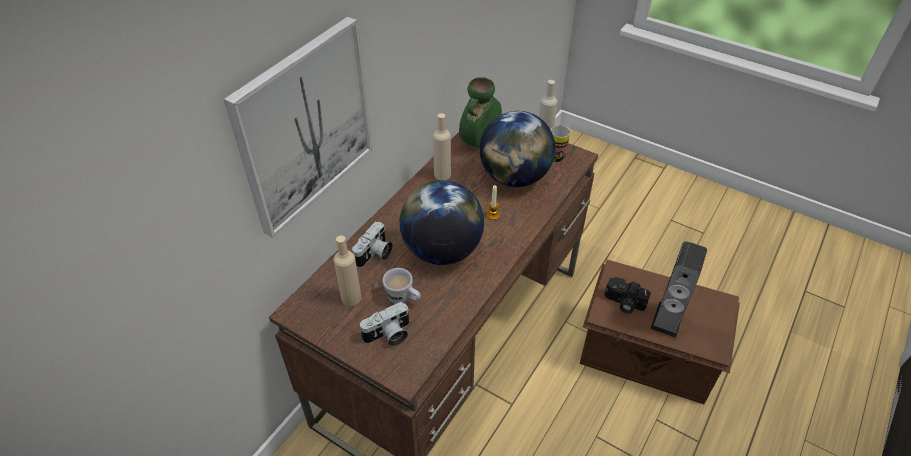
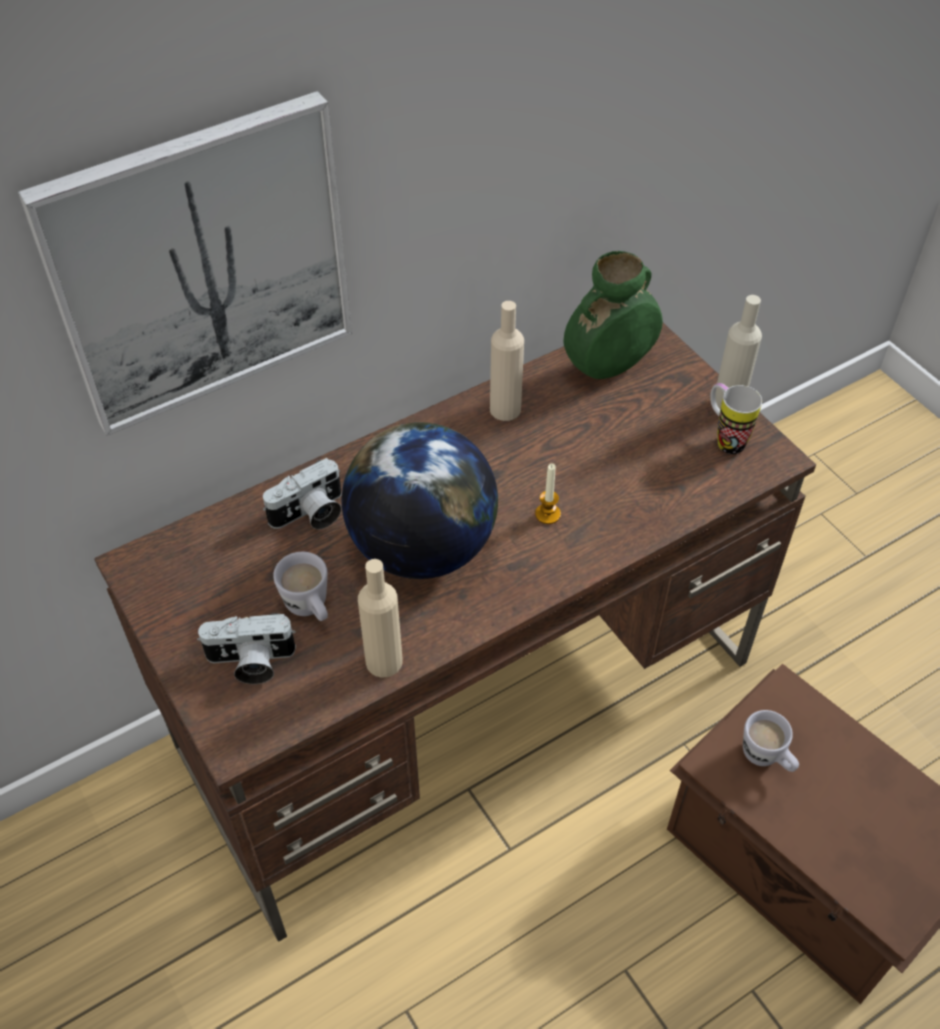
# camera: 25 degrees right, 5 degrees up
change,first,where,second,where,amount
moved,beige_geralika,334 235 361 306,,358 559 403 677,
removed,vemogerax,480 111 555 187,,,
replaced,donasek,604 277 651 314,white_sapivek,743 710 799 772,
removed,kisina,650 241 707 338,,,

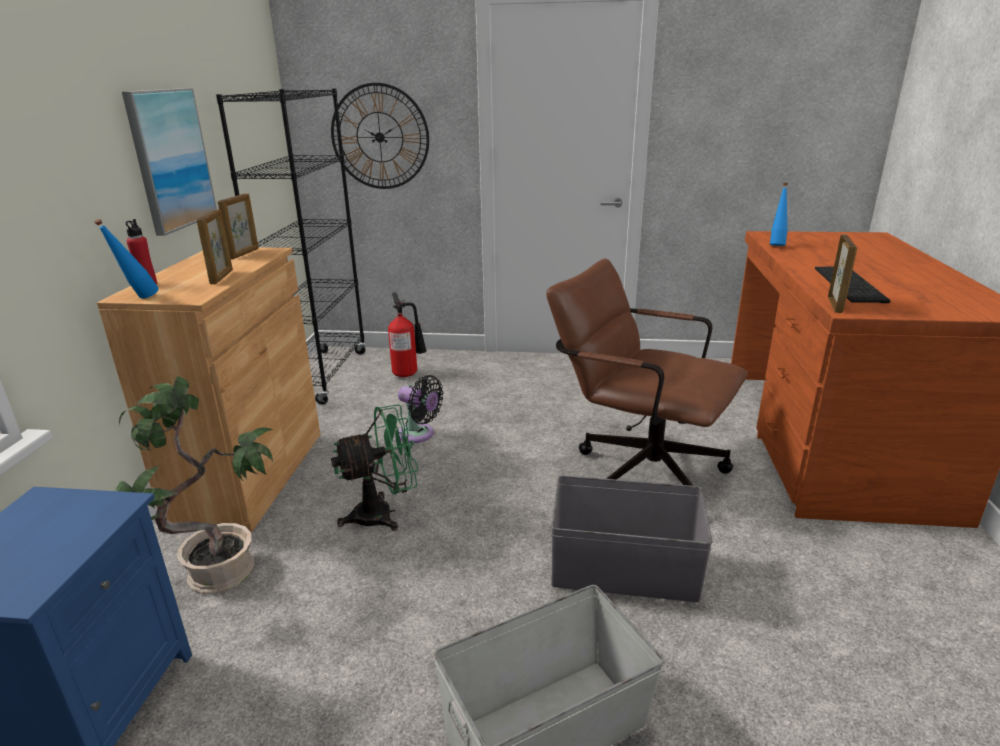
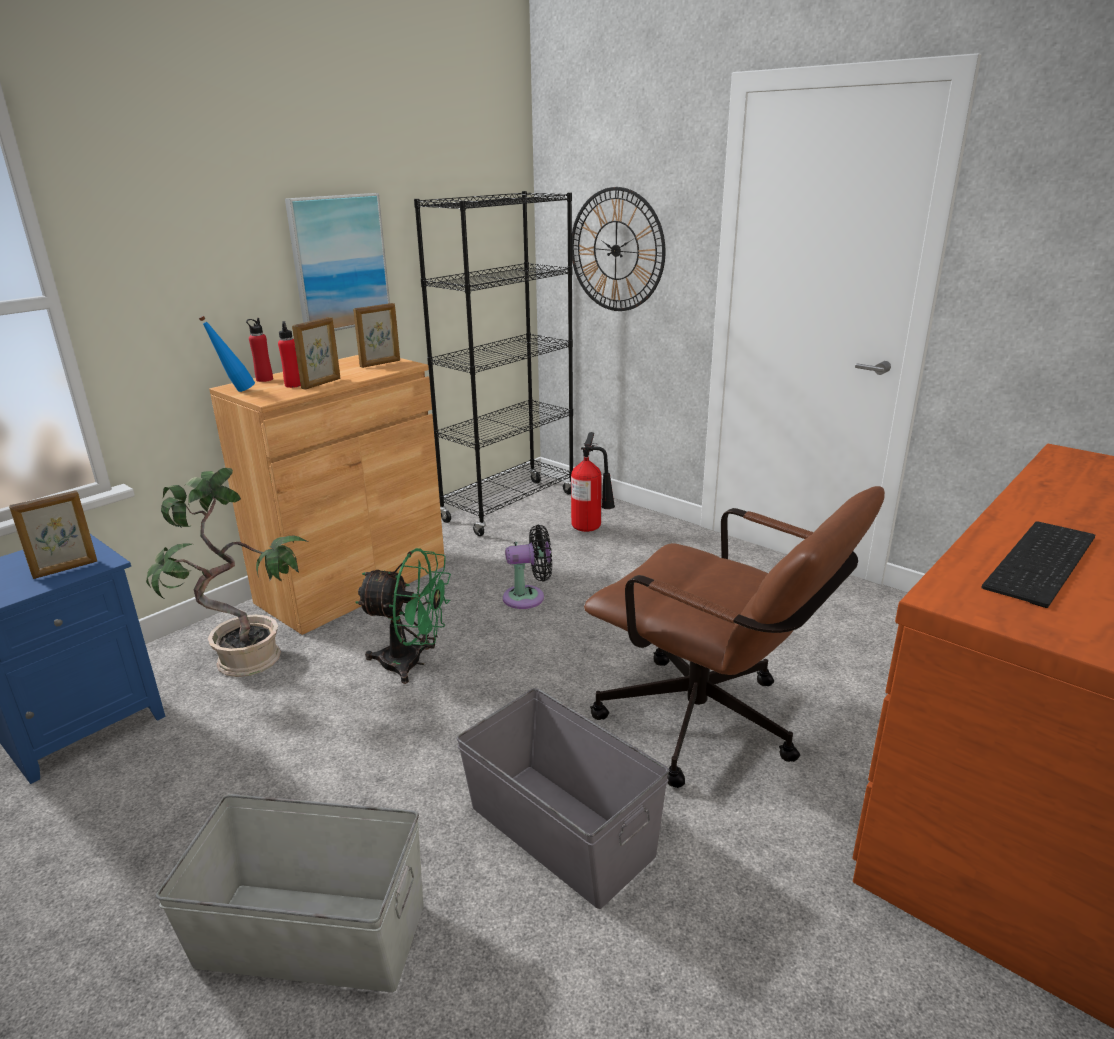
# camera: 35 degrees right, 0 degrees up
change,first,where,second,where,amount
turned,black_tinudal,398 375 443 443,,503 525 552 609,75 degrees counterclockwise
turned,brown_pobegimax,546 258 748 486,,584 486 885 788,150 degrees clockwise
removed,blue_geralika,770 183 788 246,,,
moved,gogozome,828 234 857 313,,9 490 98 579,
added,,,red_geralika,278 321 301 388,

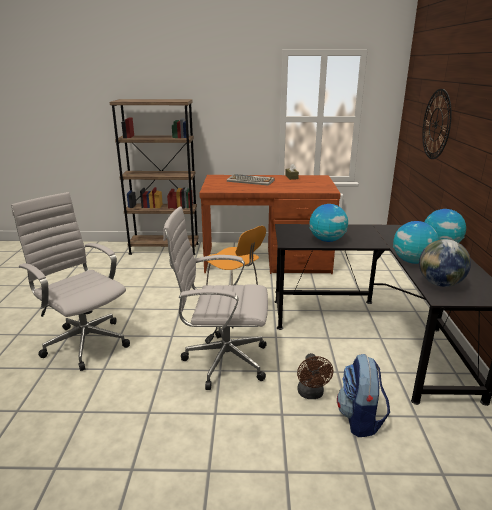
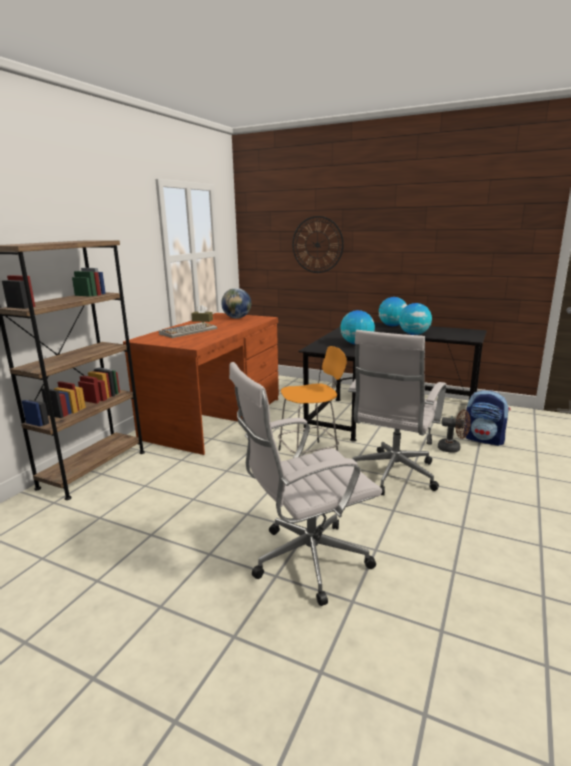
# camera: 65 degrees left, 5 degrees down
change,first,where,second,where,amount
moved,vemogerax,419 239 471 287,,221 288 251 319,

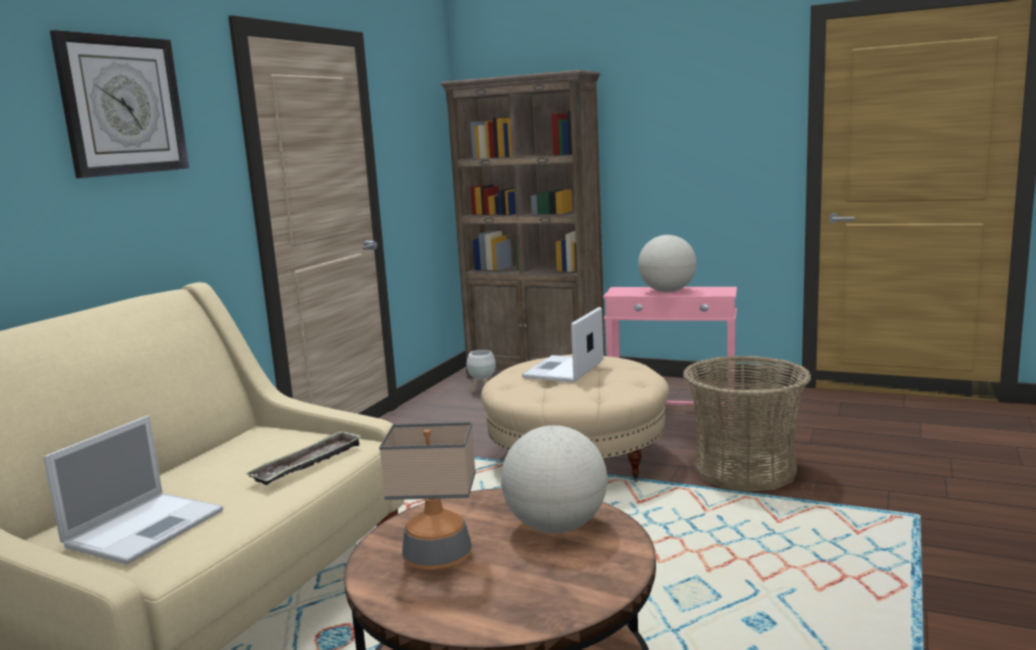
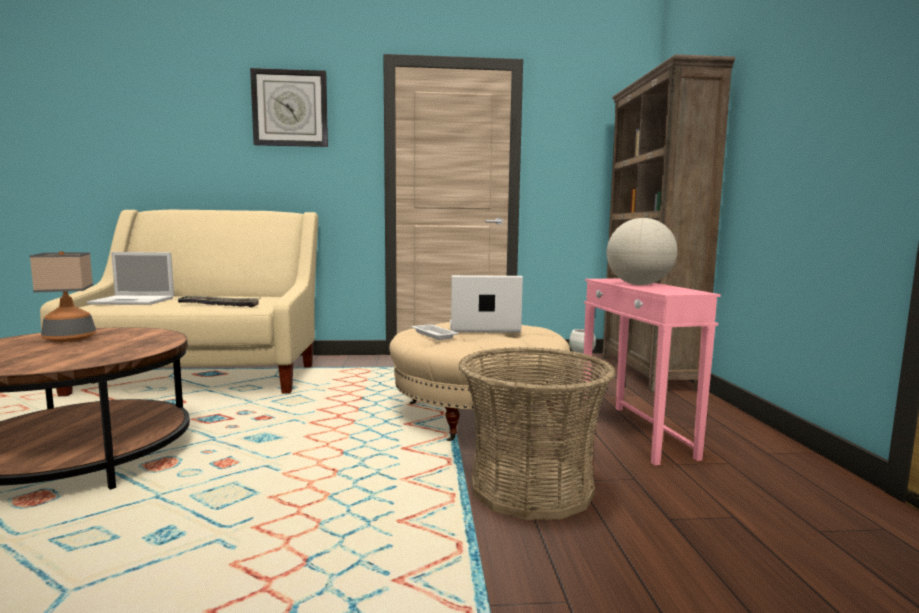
# camera: 60 degrees right, 5 degrees down
change,first,where,second,where,amount
removed,vemogerax,501 425 607 533,,,
added,,,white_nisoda,411 324 458 340,

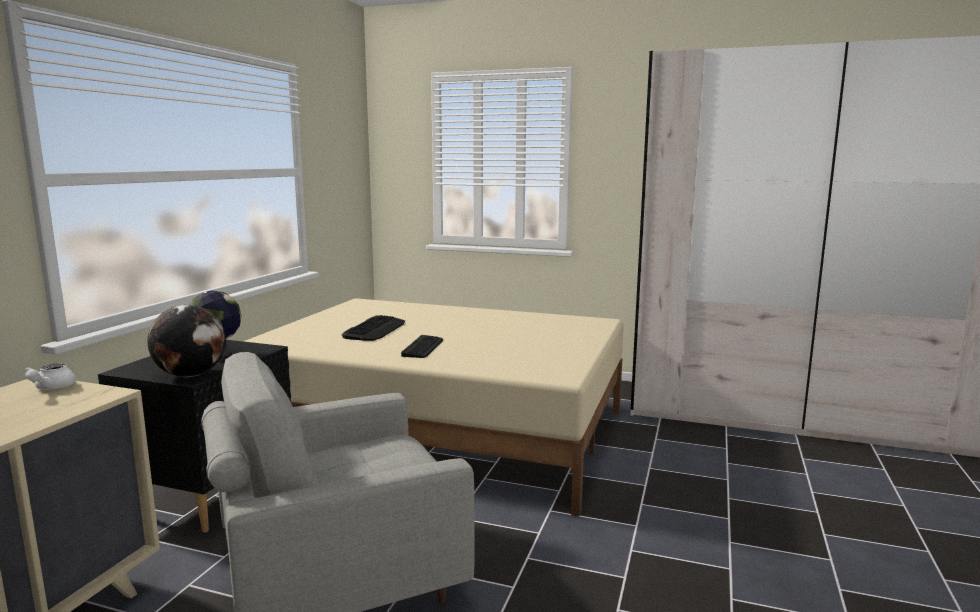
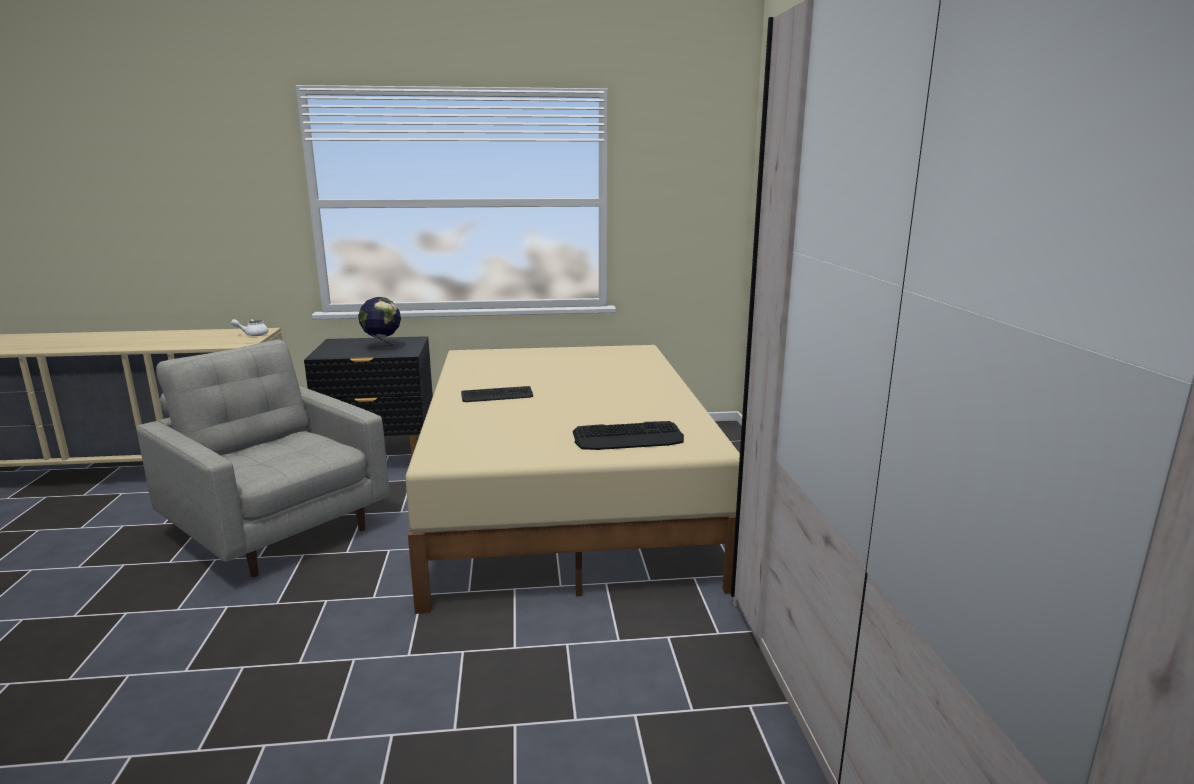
# camera: 65 degrees right, 5 degrees up
change,first,where,second,where,amount
removed,vemogerax,147 305 226 377,,,
moved,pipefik,342 315 405 341,,573 421 684 450,

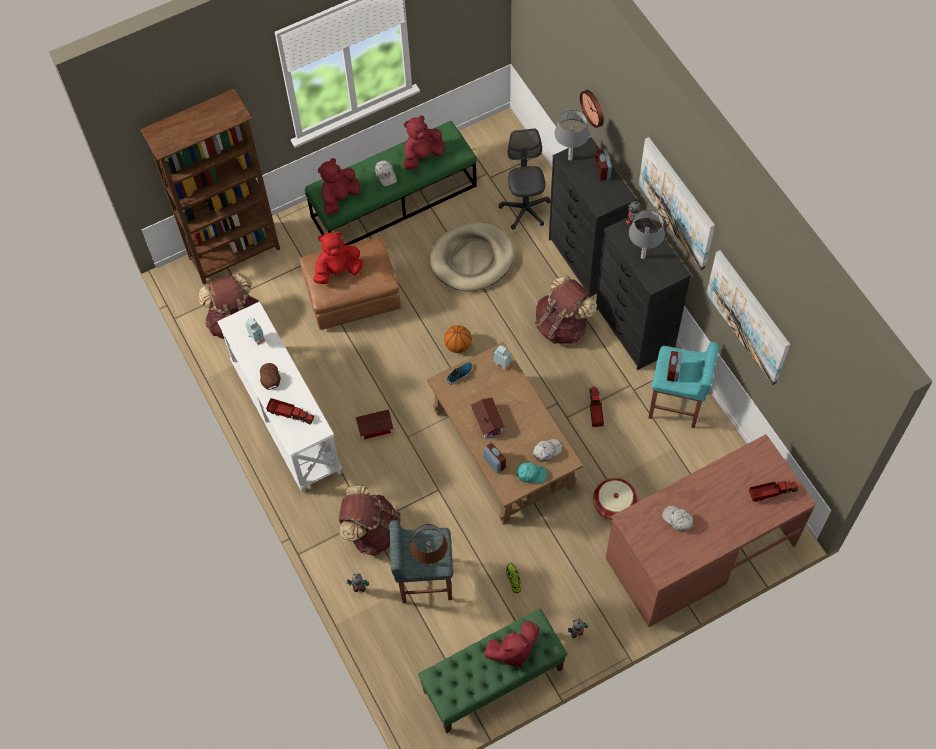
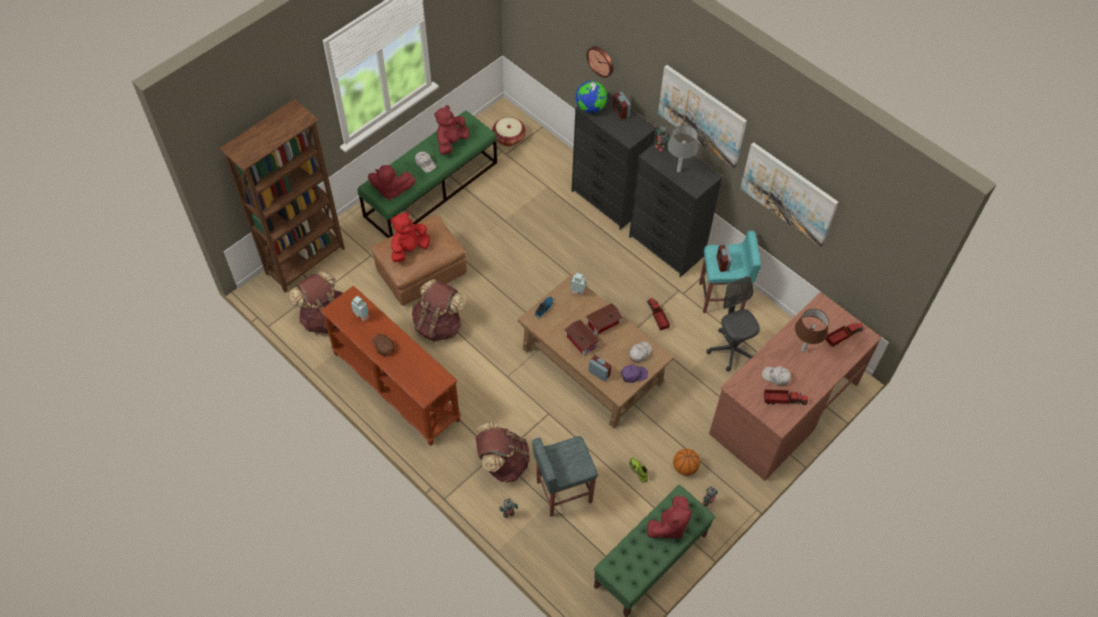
# camera: 20 degrees left, 5 degrees down
change,first,where,second,where,amount
recoloured,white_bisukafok,217 302 342 493,brown_bisukafok,321 285 461 446,
moved,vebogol,266 398 314 424,,764 390 808 405,
turned,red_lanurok,318 158 360 215,,368 165 416 201,105 degrees counterclockwise
moved,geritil,355 409 394 440,,585 303 623 335,
moved,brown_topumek,410 524 448 565,,795 309 829 352,
removed,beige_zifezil,430 222 515 291,,,
moved,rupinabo,444 325 472 353,,673 449 700 476,
moved,grey_pobegimax,499 128 551 230,,706 276 760 372,
recoloured,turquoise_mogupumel,517 462 548 483,purple_mogupumel,621 364 648 383,
moved,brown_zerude,535 275 597 344,,412 279 466 342,
replaced,grey_topumek,555 110 589 161,vemogerax,575 81 607 113,
moved,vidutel,593 478 638 520,,492 117 526 146,

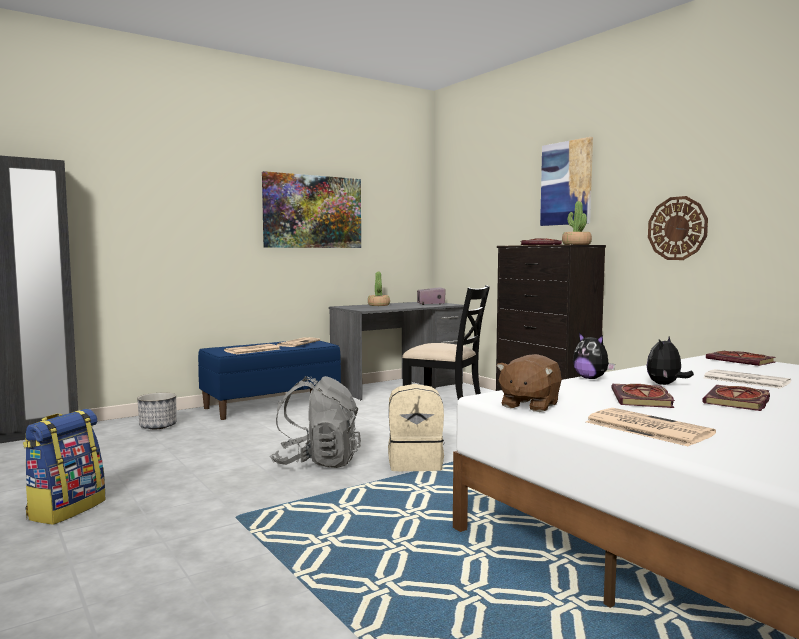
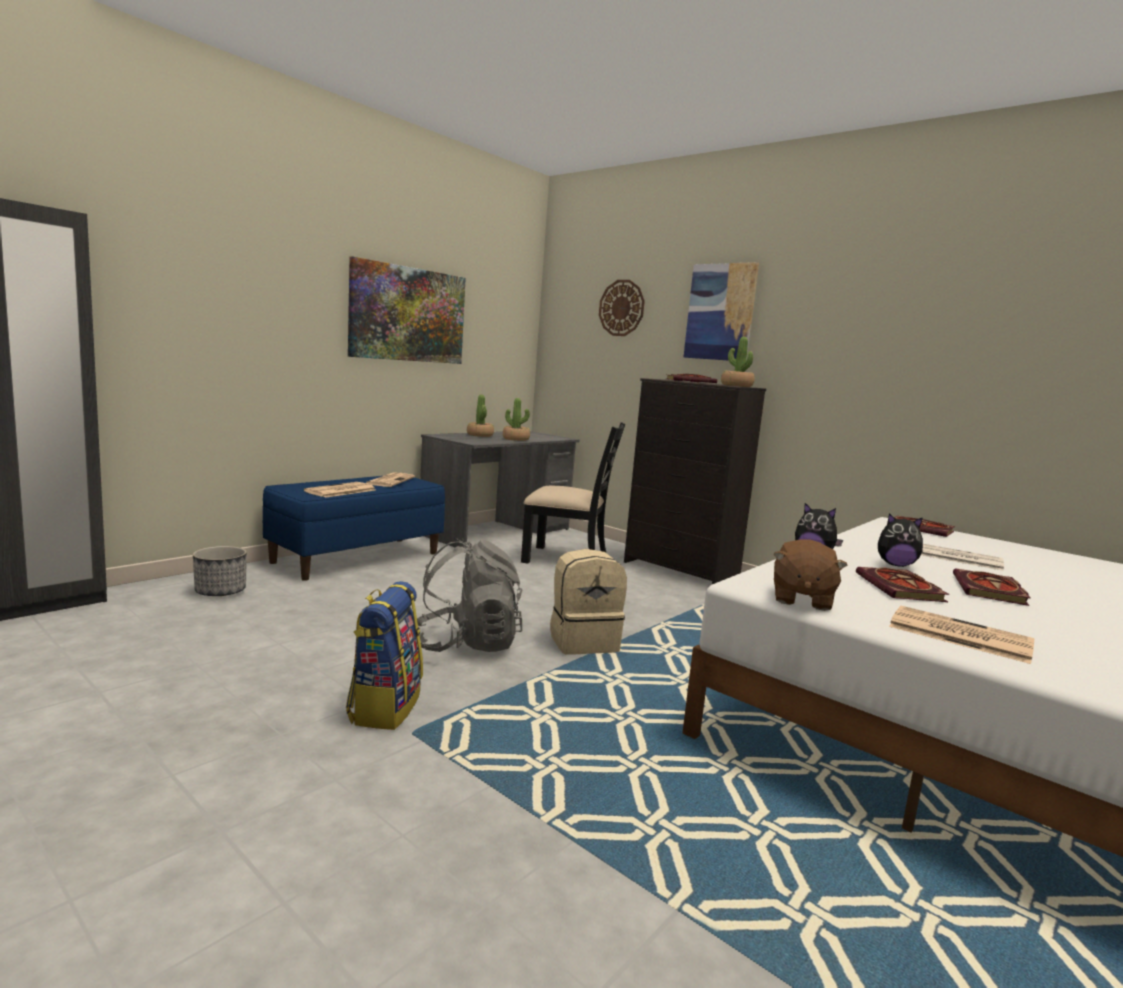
# camera: 15 degrees left, 5 degrees up
change,first,where,second,where,amount
moved,zerude,23 409 106 525,,346 581 423 730,
removed,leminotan,417 287 446 305,,,
turned,lanurok,646 337 694 385,,878 513 923 567,105 degrees counterclockwise
moved,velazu,648 196 708 260,,599 280 645 336,
added,,,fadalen,503 398 530 441,

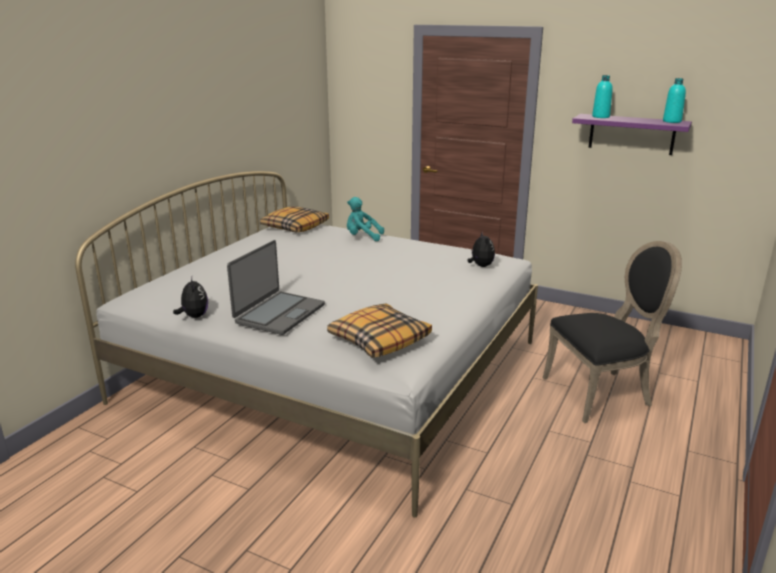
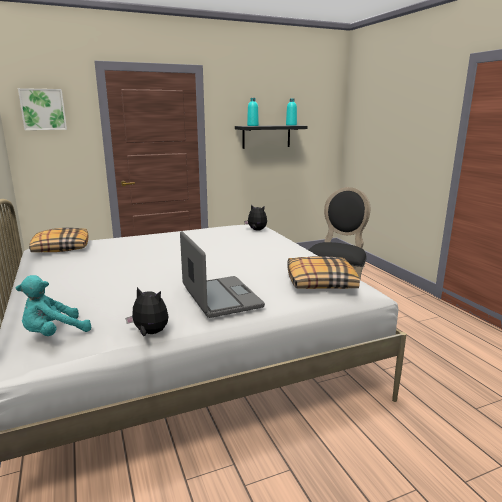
# camera: 50 degrees left, 5 degrees down
change,first,where,second,where,amount
moved,turquoise_lanurok,347 197 384 241,,16 275 91 336,
recoloured,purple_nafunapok,572 114 692 155,black_nafunapok,235 125 308 149,
added,,,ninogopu,18 88 67 130,

